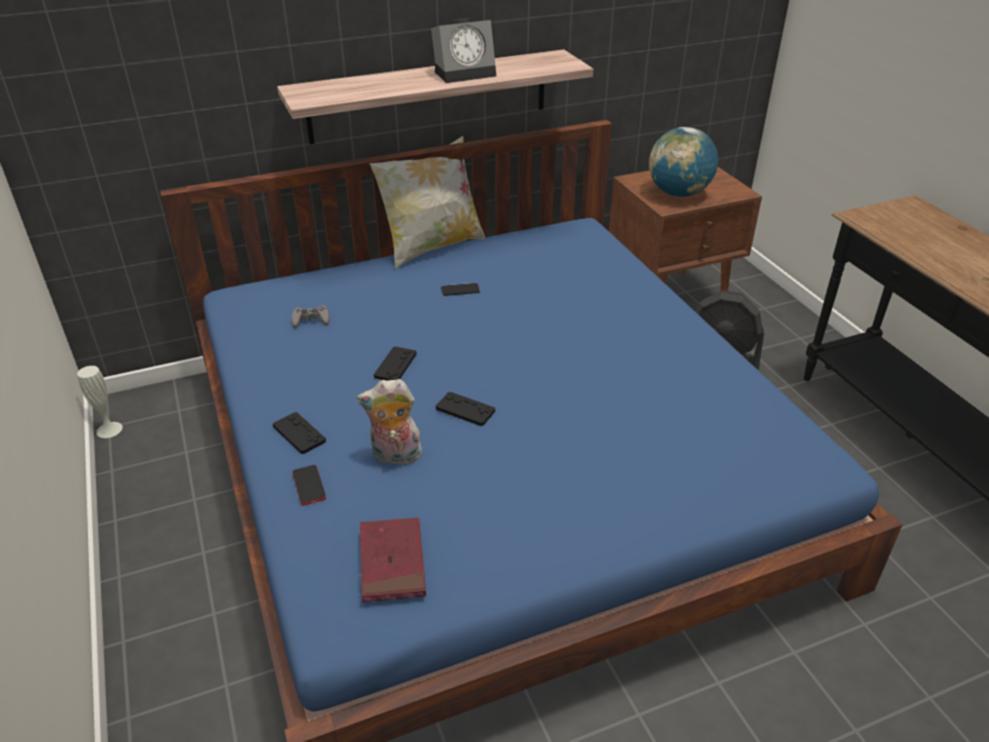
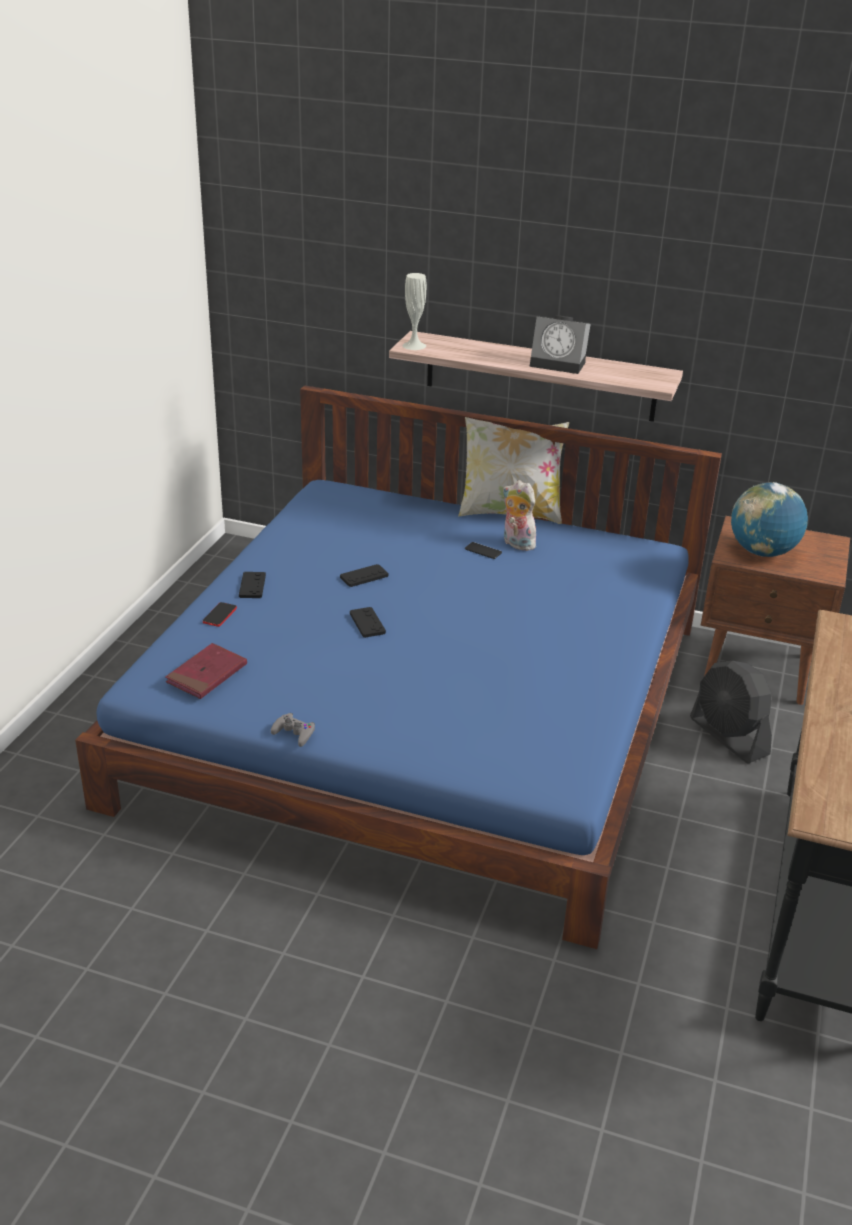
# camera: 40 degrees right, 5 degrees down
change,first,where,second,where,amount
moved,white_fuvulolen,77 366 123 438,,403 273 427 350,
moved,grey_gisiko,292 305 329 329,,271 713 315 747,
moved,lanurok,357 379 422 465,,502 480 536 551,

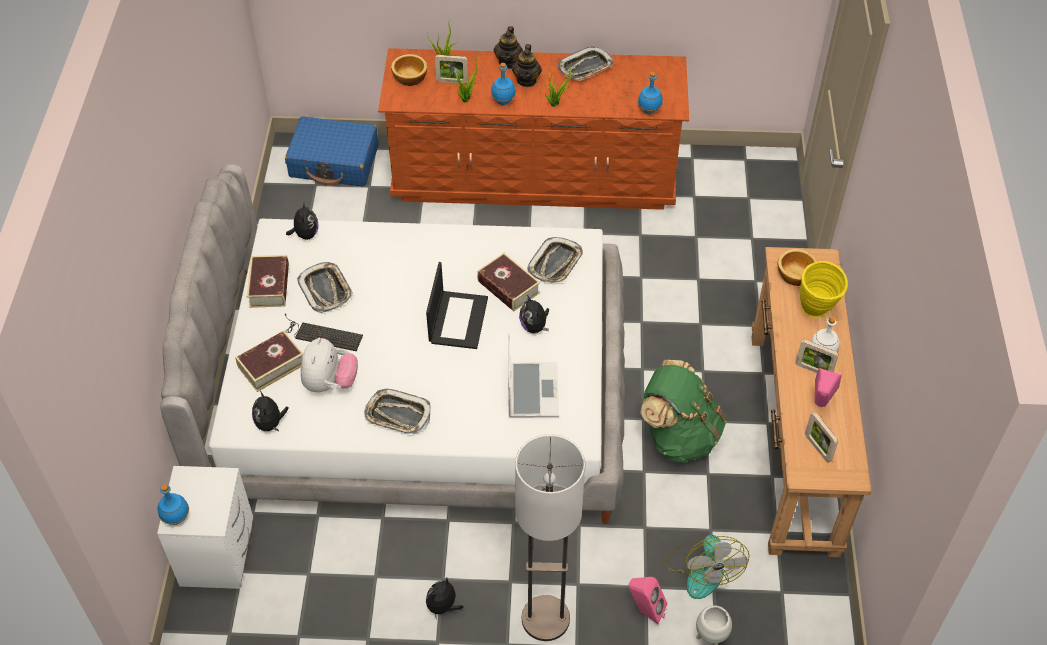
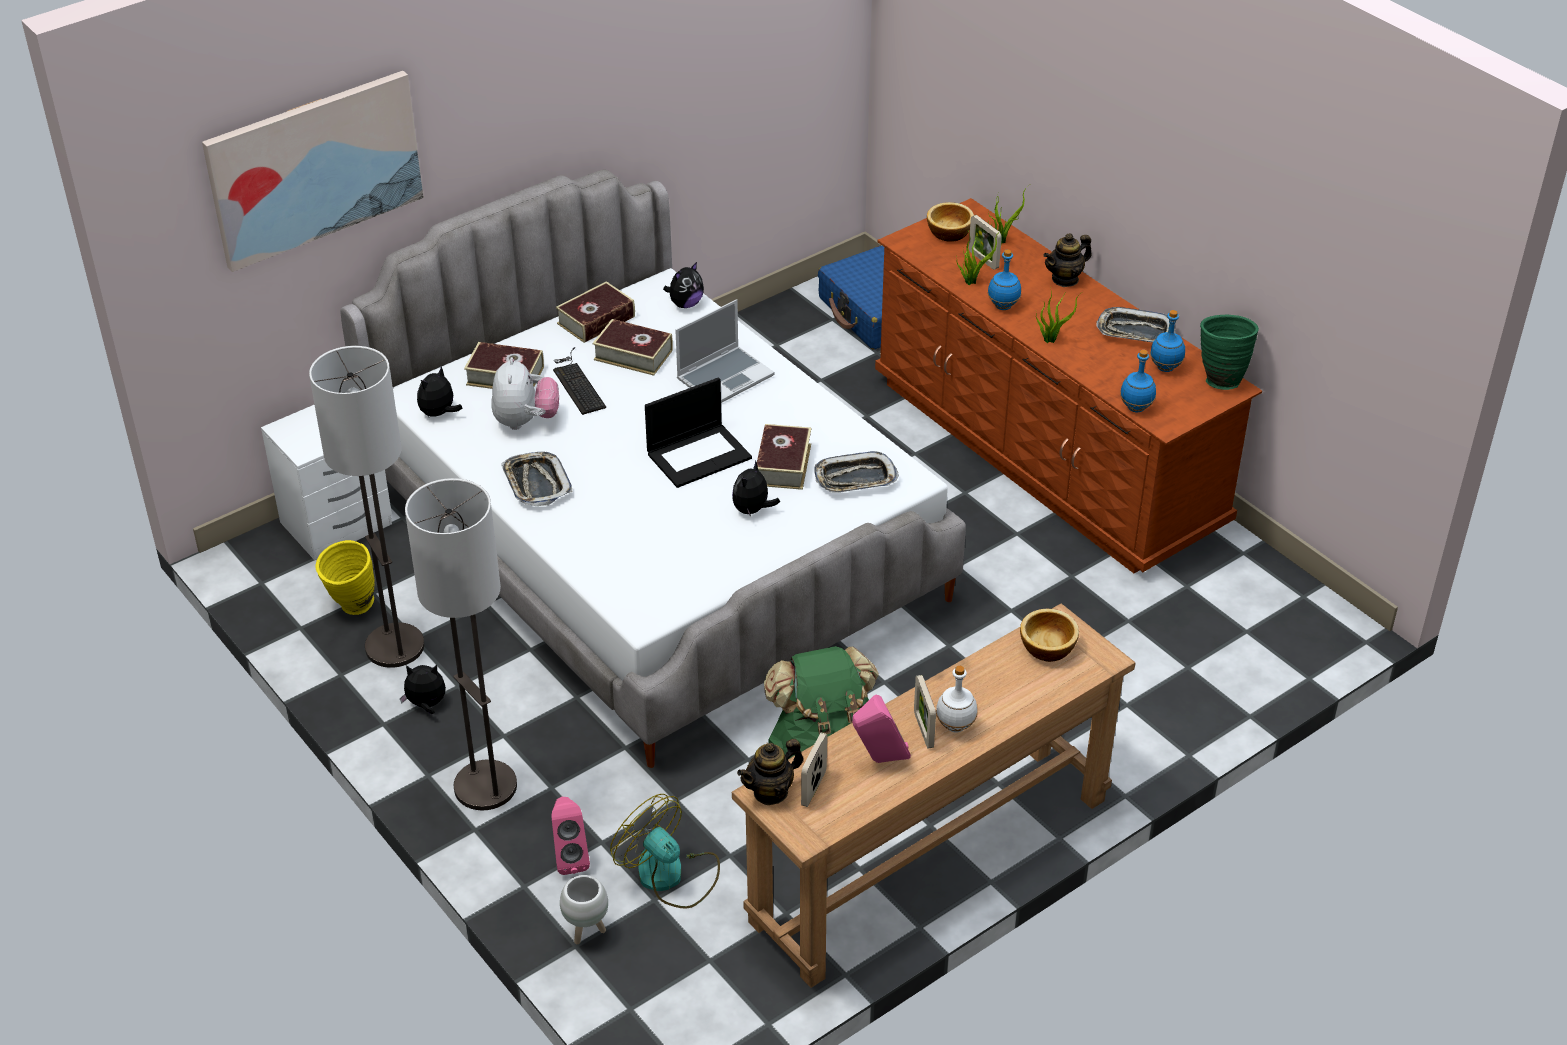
# camera: 50 degrees right, 10 degrees down
change,first,where,second,where,amount
moved,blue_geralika,158 484 189 525,,1150 310 1185 372,
replaced,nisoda,297 262 354 313,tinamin,593 319 673 376,
turned,lanurok,301 338 358 392,,491 357 559 430,60 degrees counterclockwise
moved,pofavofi,508 333 559 418,,675 299 774 403,
moved,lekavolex,512 44 542 87,,737 739 803 805,
turned,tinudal,664 535 749 599,,610 794 720 908,90 degrees clockwise
moved,yellow_fuvulolen,800 261 848 318,,316 540 375 615,
added,,,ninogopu,202 71 424 272,
added,,,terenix,309 346 425 668,
added,,,green_fuvulolen,1200 315 1259 390,

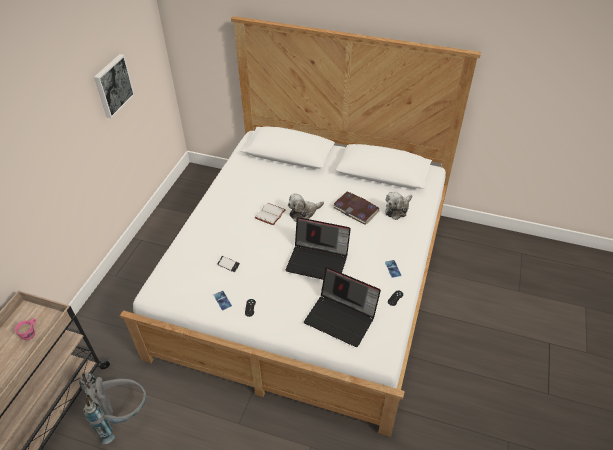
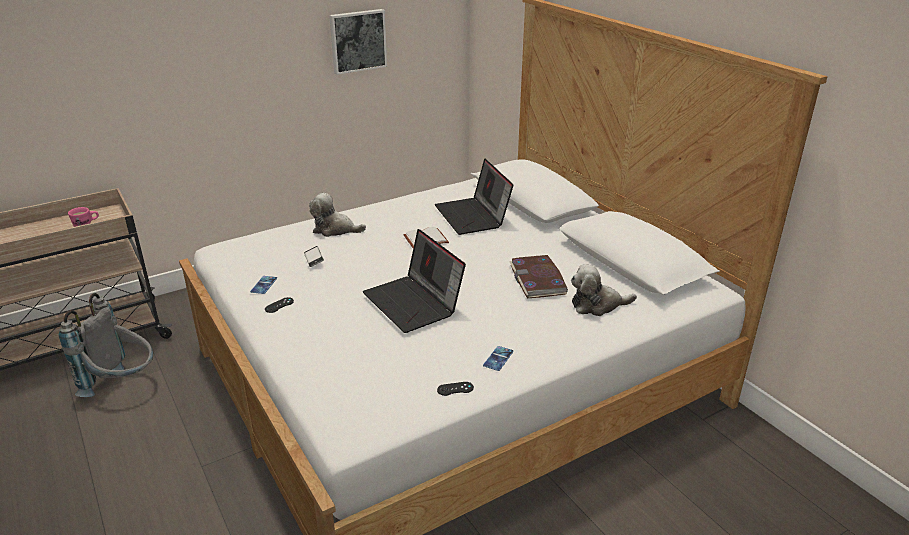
# camera: 40 degrees right, 15 degrees down
change,first,where,second,where,amount
moved,lanurok,288 193 324 222,,309 193 366 237,
moved,pofavofi,304 267 381 347,,435 159 514 235,

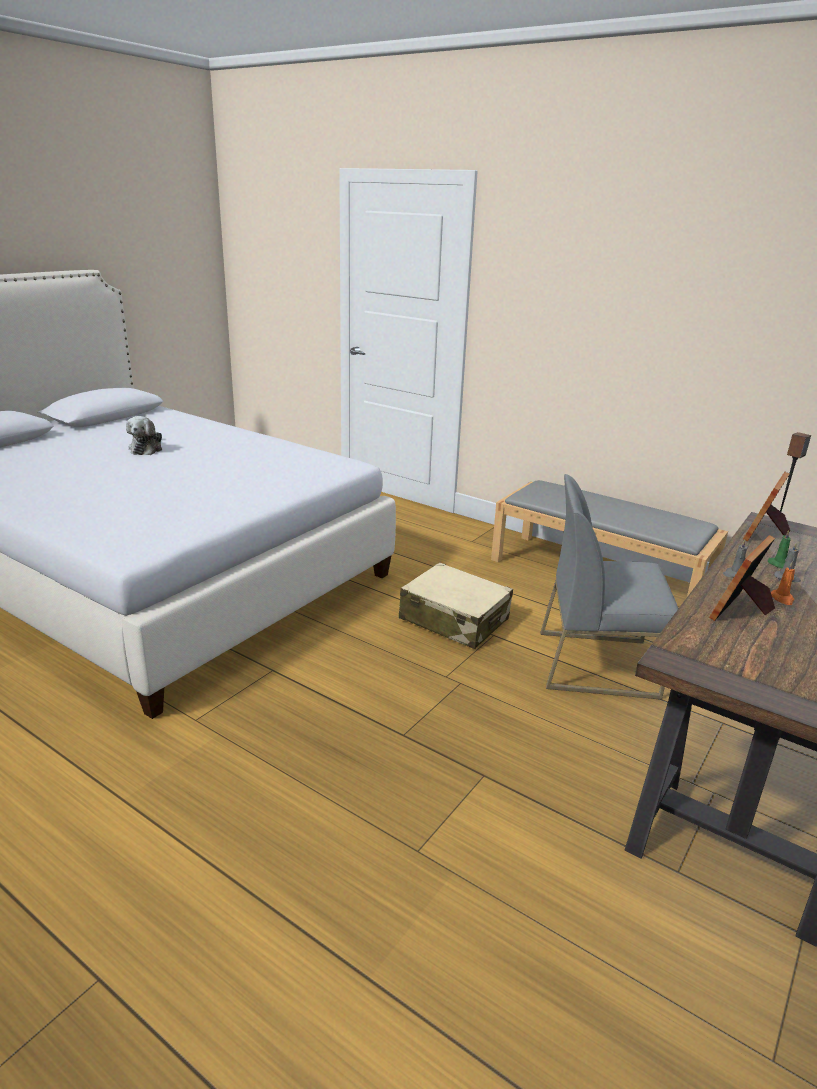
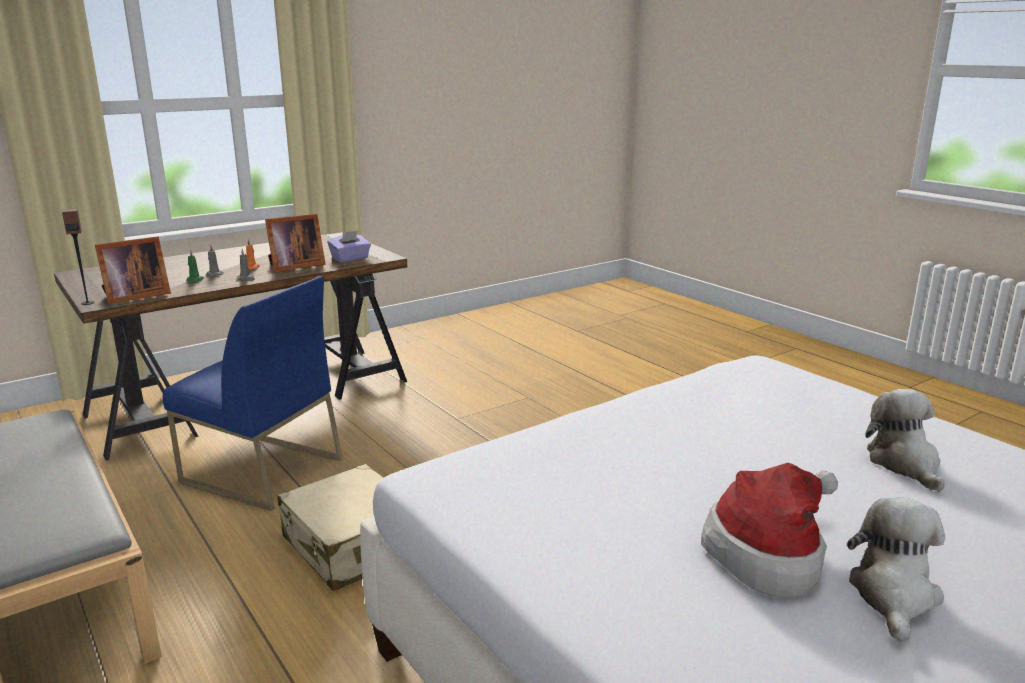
# camera: 160 degrees left, 5 degrees down
change,first,where,second,where,amount
recoloured,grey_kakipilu,540 474 679 700,blue_kakipilu,163 276 343 511,
added,,,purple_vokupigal,328 230 371 263,
added,,,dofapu,701 462 838 598,
added,,,lanurok,865 389 945 492,

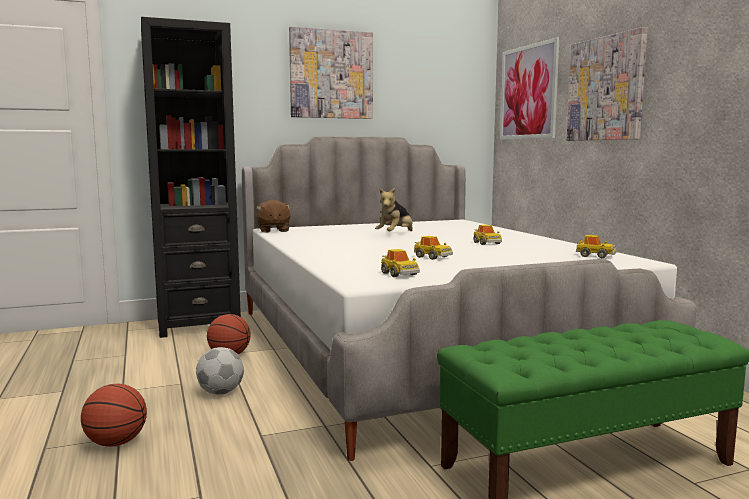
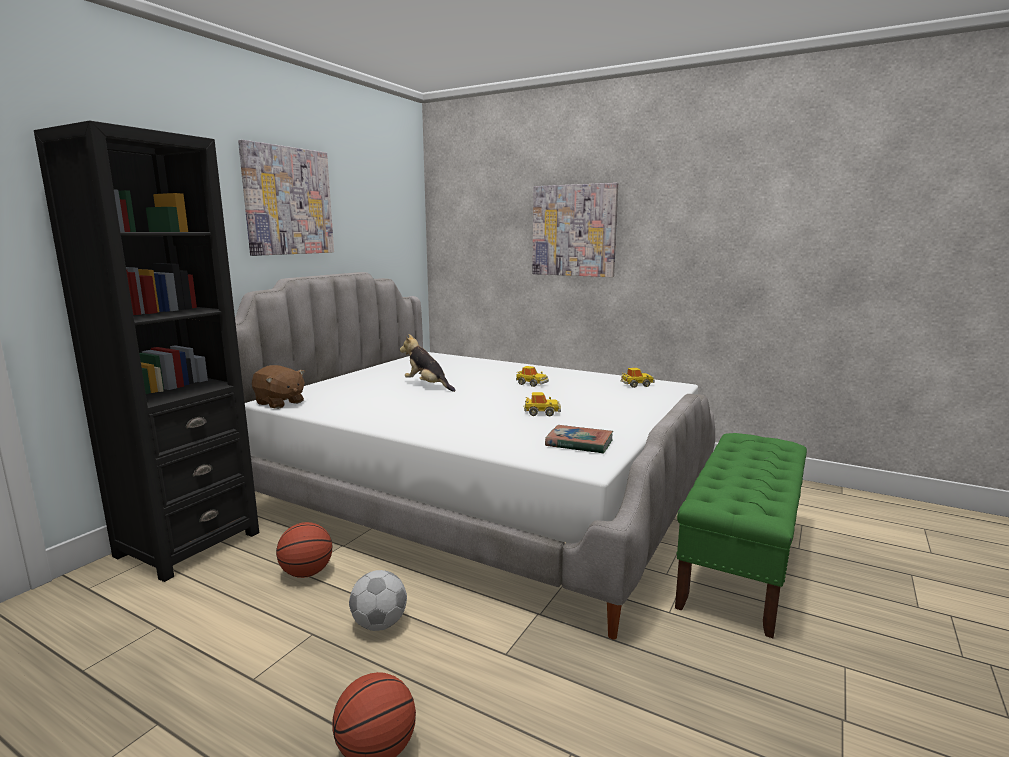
# camera: 40 degrees left, 5 degrees up
change,first,where,second,where,amount
turned,lanurok,375 188 413 231,,400 334 456 392,135 degrees clockwise
replaced,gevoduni,381 249 420 277,tinamin,545 425 613 454,
removed,ninogopu,500 37 560 140,,,

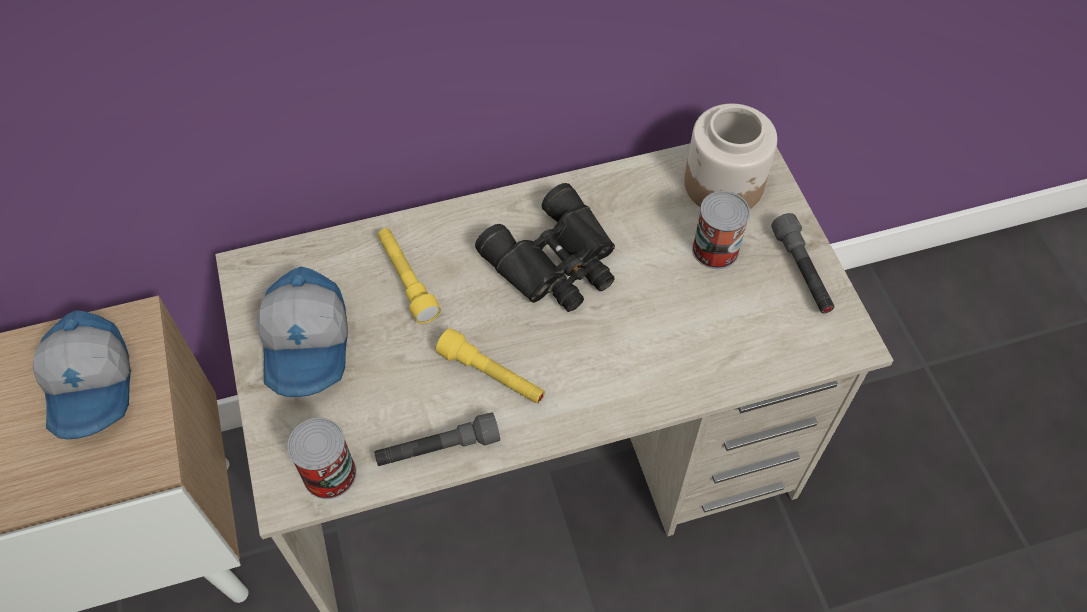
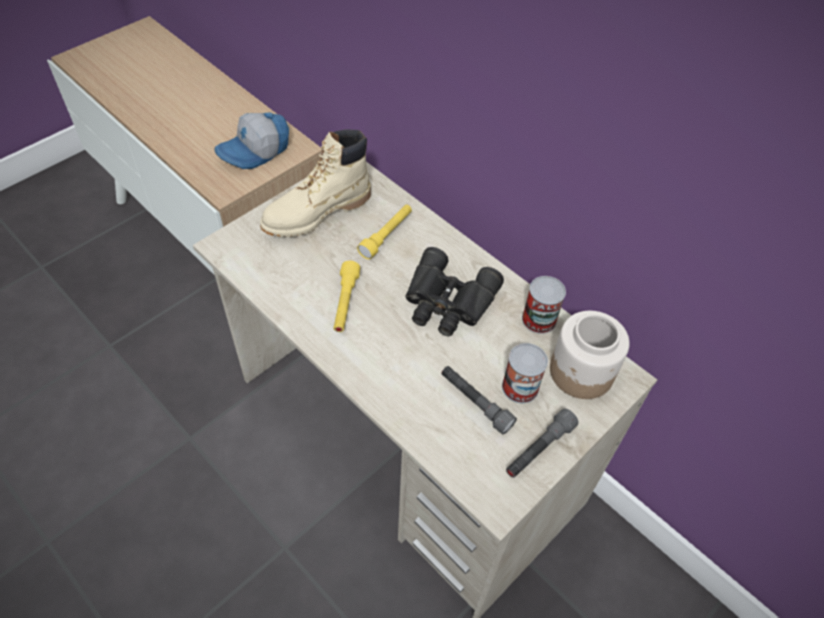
# camera: 60 degrees right, 5 degrees down
change,first,where,second,where,amount
replaced,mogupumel,256 267 348 397,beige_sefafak,260 130 371 237,
moved,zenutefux,287 417 356 499,,522 276 566 334,
moved,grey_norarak,374 412 500 466,,441 366 517 434,

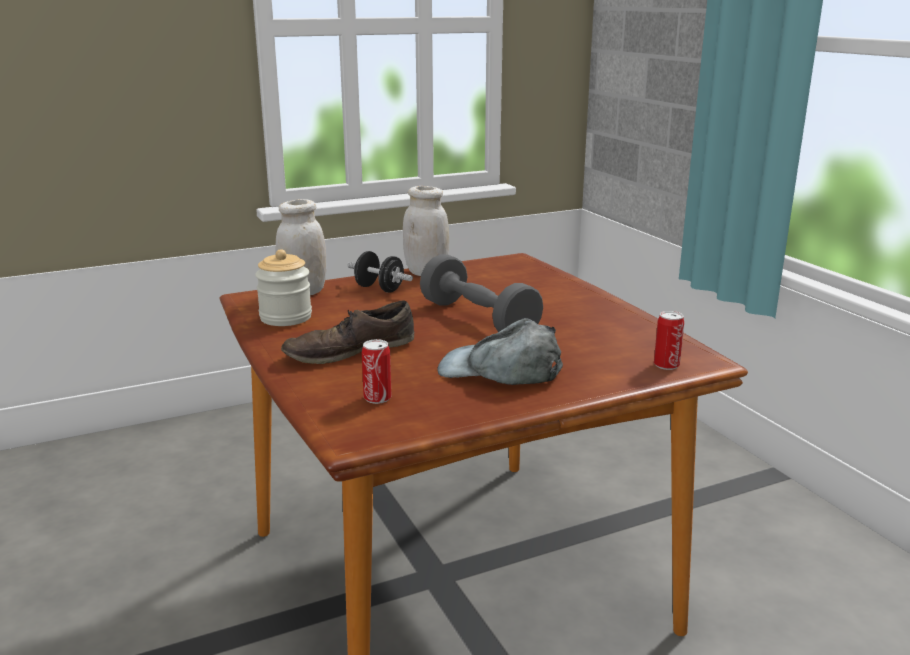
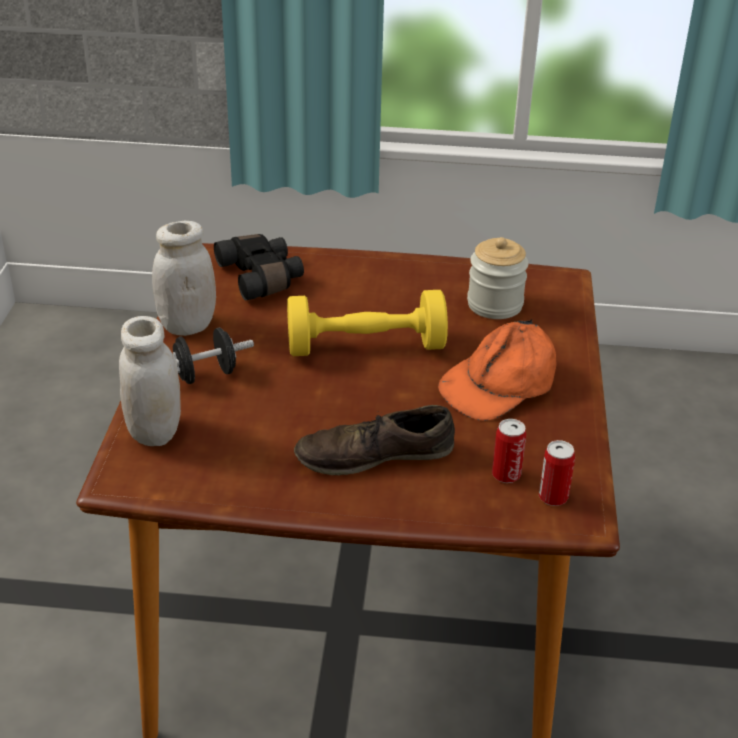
# camera: 60 degrees left, 15 degrees up
change,first,where,second,where,amount
moved,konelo,255 249 312 326,,467 237 529 319,
turned,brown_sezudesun,281 301 414 364,,294 405 455 476,75 degrees clockwise
recoloured,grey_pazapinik,420 254 543 332,yellow_pazapinik,287 290 448 356,
recoloured,grey_mogupumel,437 318 563 385,orange_mogupumel,438 319 556 421,
moved,zenutefux,654 311 684 370,,539 440 575 506,
added,,,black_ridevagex,214 234 304 301,

